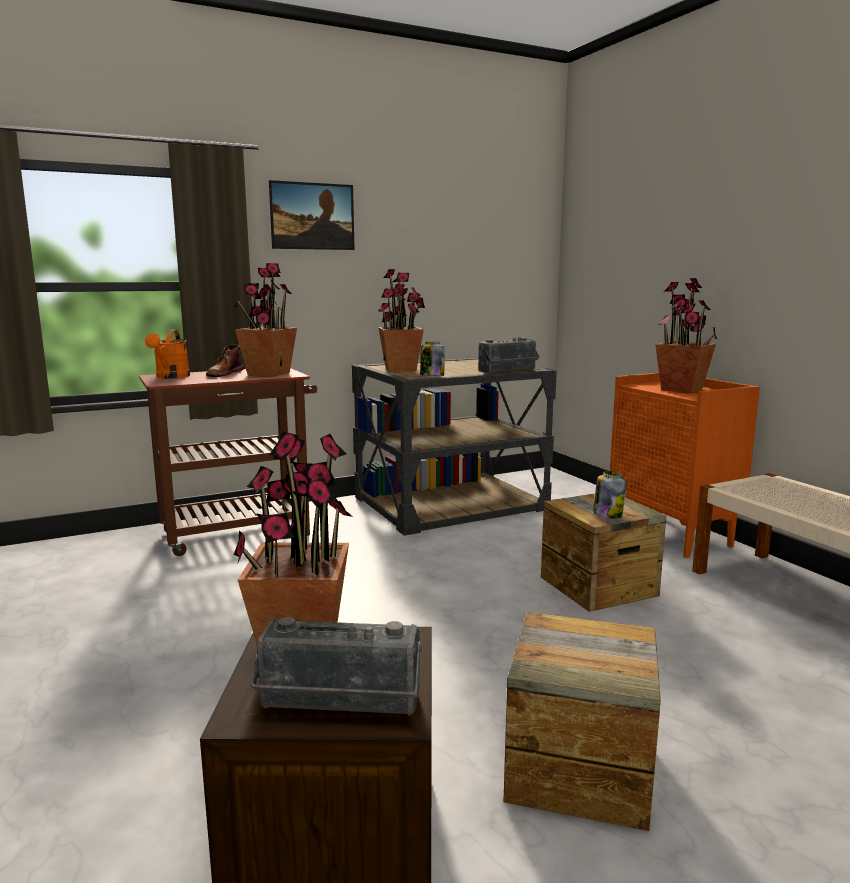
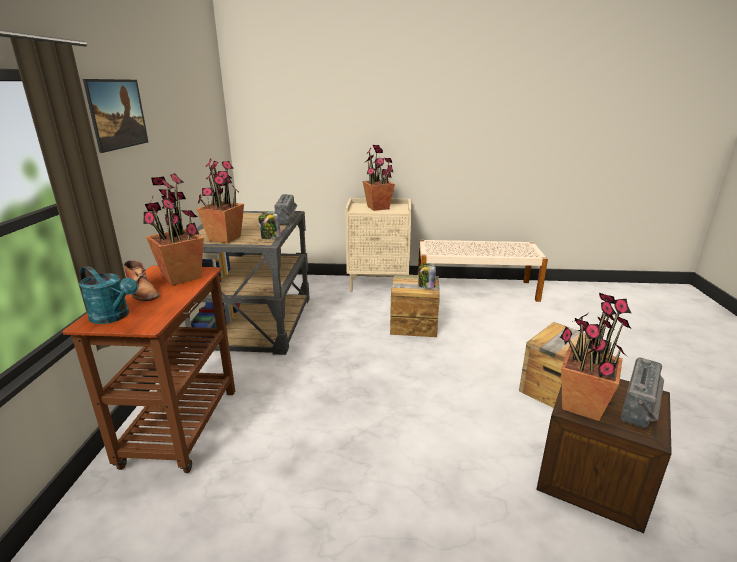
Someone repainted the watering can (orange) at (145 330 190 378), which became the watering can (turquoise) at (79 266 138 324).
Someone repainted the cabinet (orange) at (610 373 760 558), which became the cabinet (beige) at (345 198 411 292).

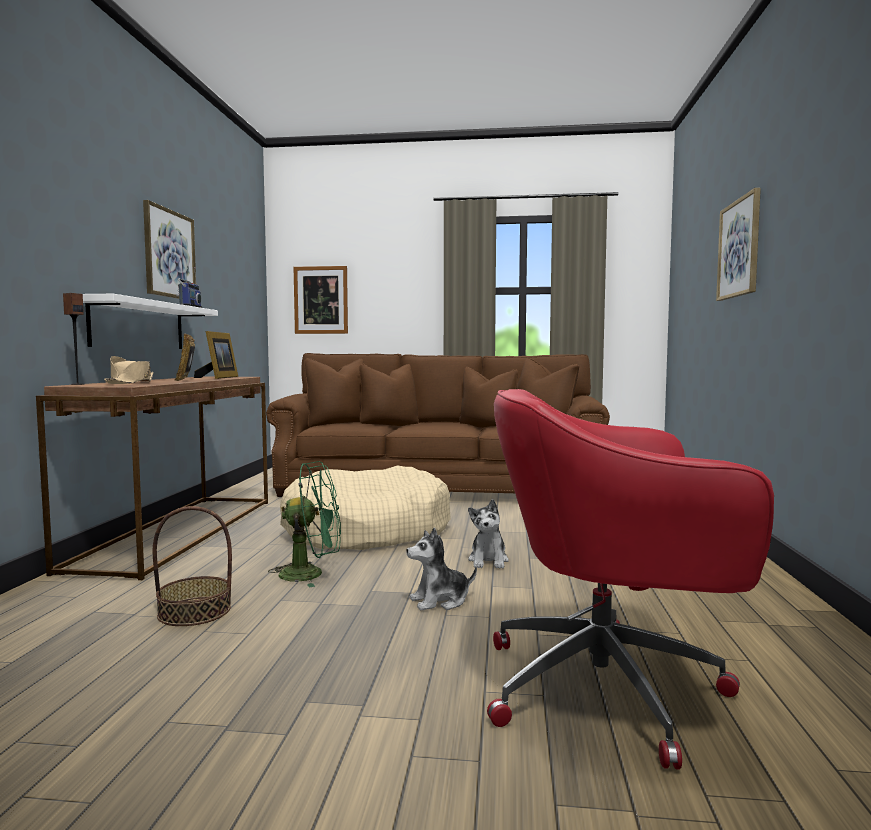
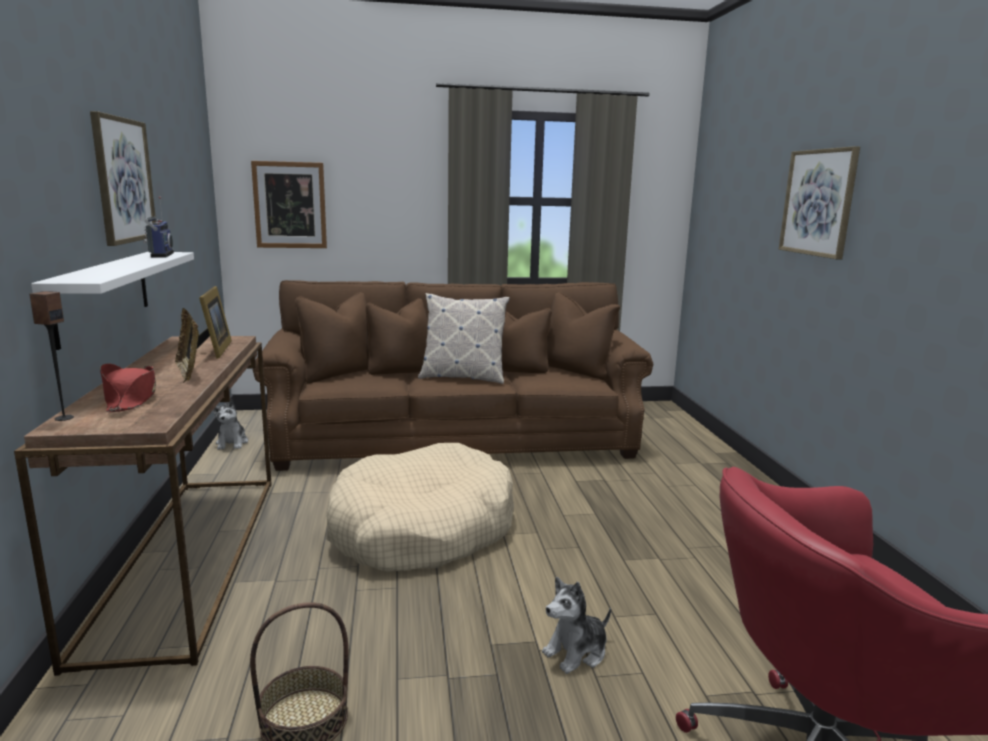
Someone repainted the hat (beige) at (104 356 154 384), which became the hat (red) at (100 364 156 412).
Someone carried the plush toy from (468 499 509 568) to (213 398 248 450).
Someone put down the pillow at (418 293 510 384).
Someone took away the fan (green) at (268 461 341 588).

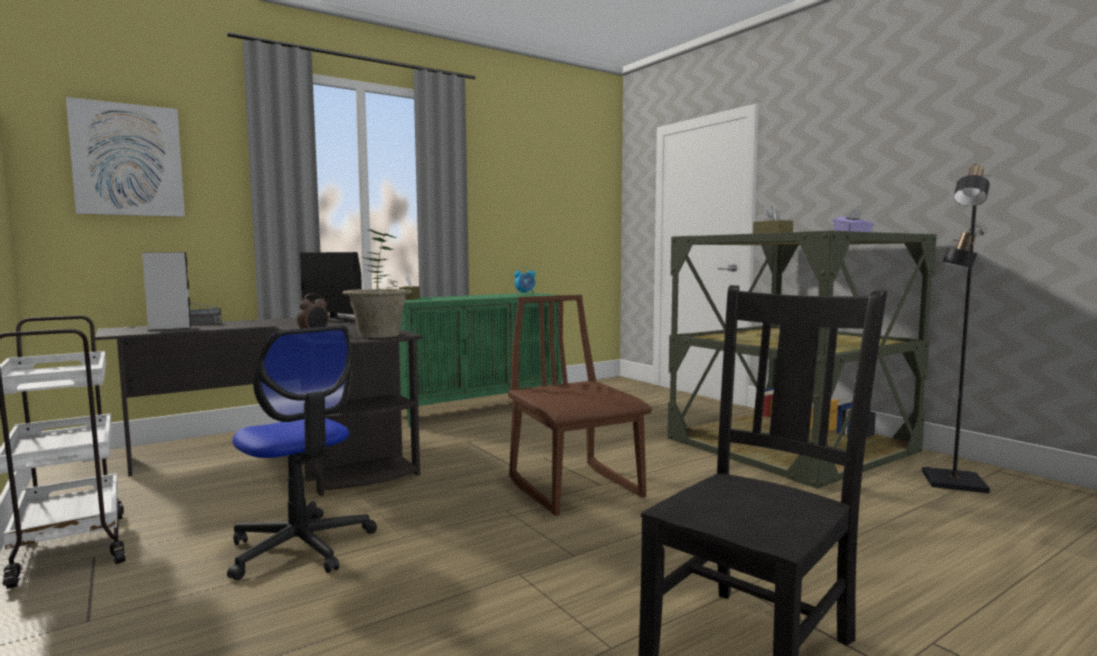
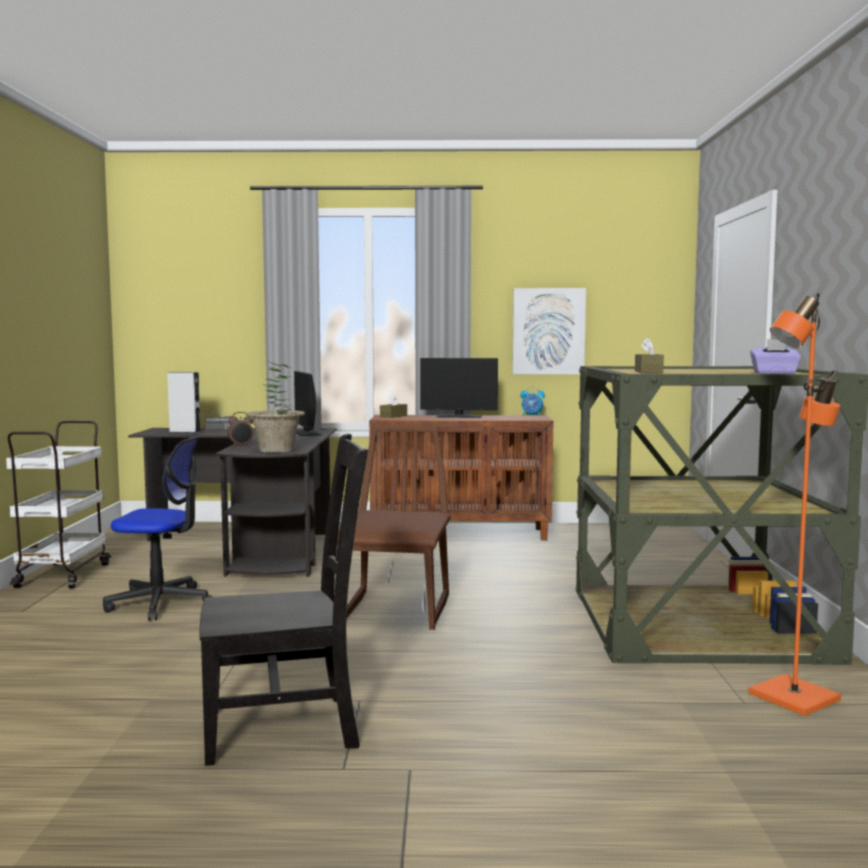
Someone rotated the office chair at (227 325 377 580) by 75 degrees counterclockwise.
Someone repainted the cabinet (green) at (399 293 562 427), which became the cabinet (brown) at (369 415 553 541).
Someone put down the monitor at (420 358 498 418).
Someone carried the picture from (66 97 185 217) to (512 288 586 374).
Someone repainted the floor lamp (black) at (922 164 991 493), which became the floor lamp (orange) at (749 293 841 716).

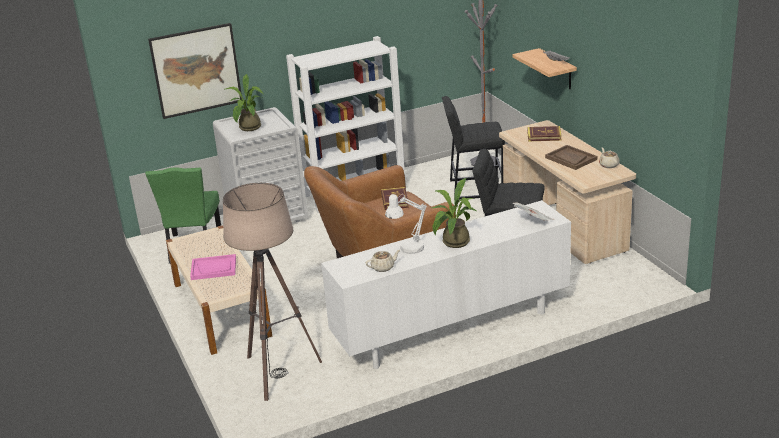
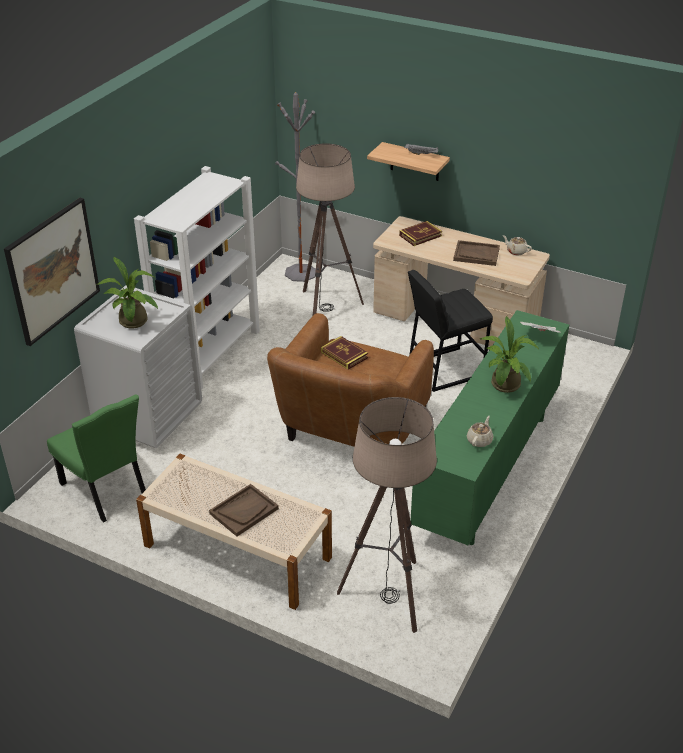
Someone repainted the tray (pink) at (190 254 236 280), which became the tray (brown) at (209 484 279 537).
Someone swapped the chair (black) at (442 96 505 200) for the floor lamp at (296 143 364 315).
Someone repainted the cabinet (white) at (321 200 571 369), which became the cabinet (green) at (410 310 569 545).
Someone took away the table lamp (white) at (385 194 427 254).

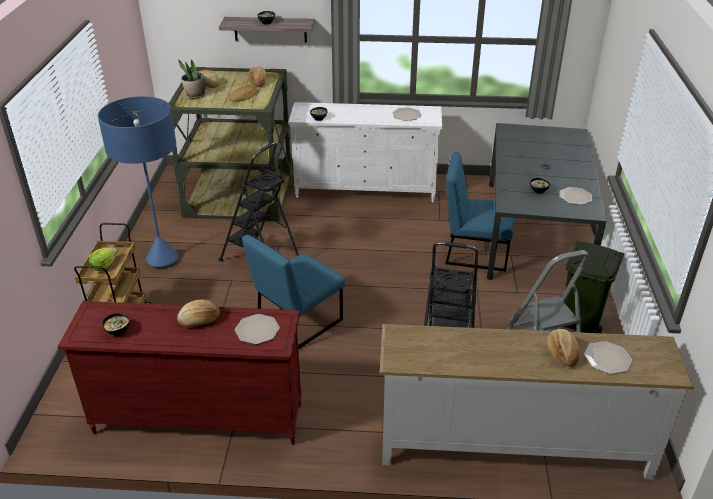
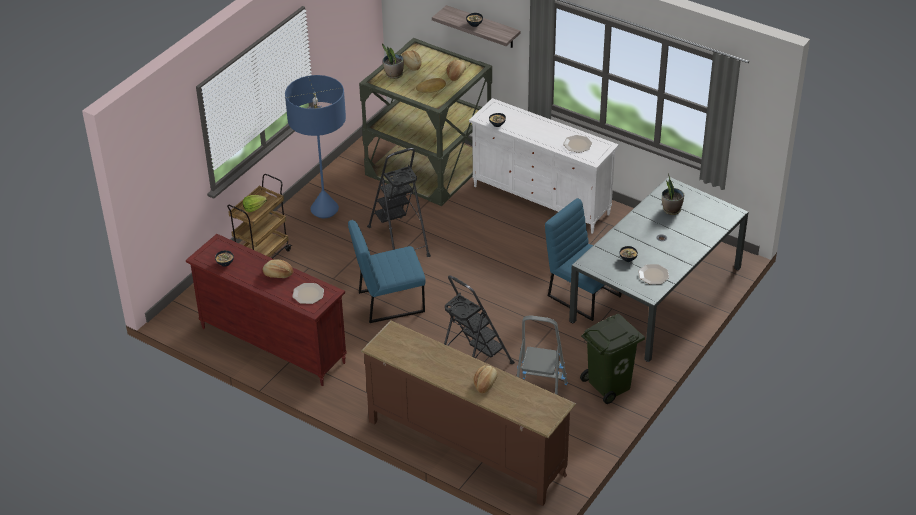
Someone repainted the cabinet (grey) at (380 324 694 480), which became the cabinet (brown) at (361 321 576 506).
Someone put down the potted plant at (662 173 684 215).
Someone took away the plate at (584 341 632 374).

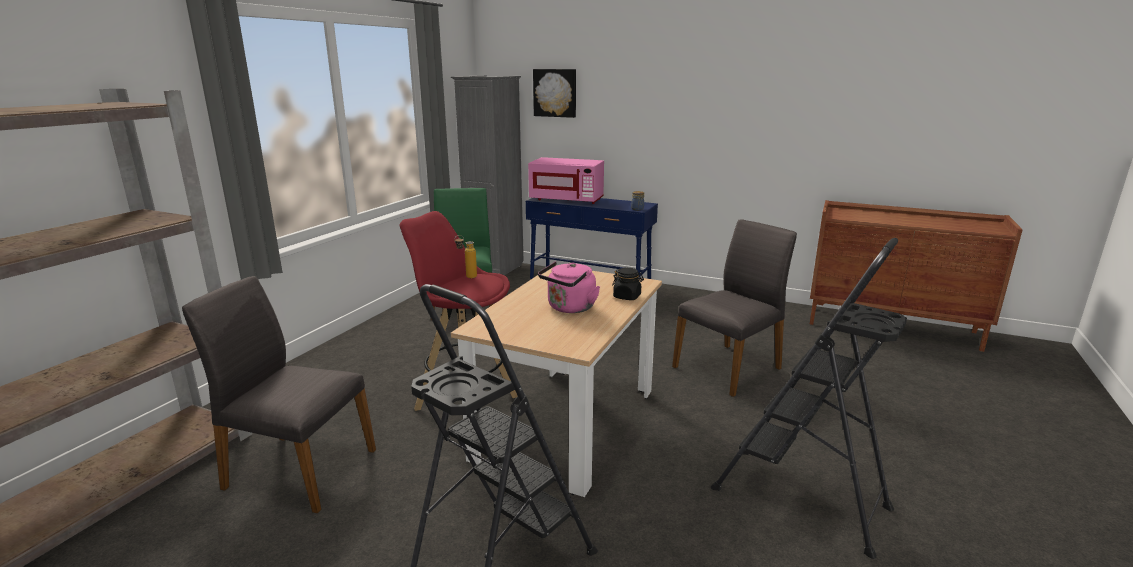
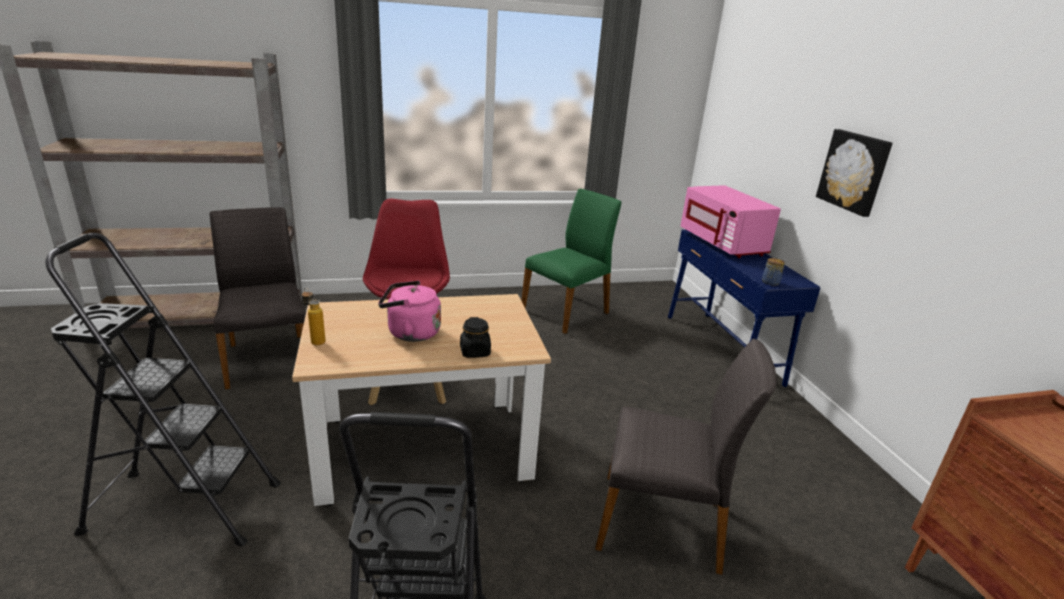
Someone carried the bottle from (454 235 477 278) to (302 288 325 345).
Someone carried the picture from (533 69 576 118) to (816 129 893 217).
Someone took away the cabinet (grey) at (451 75 524 275).

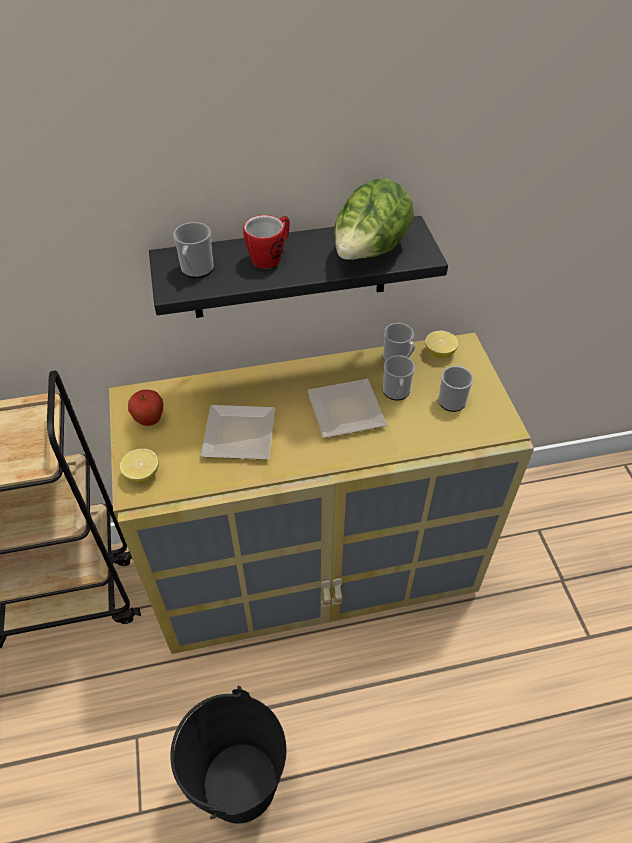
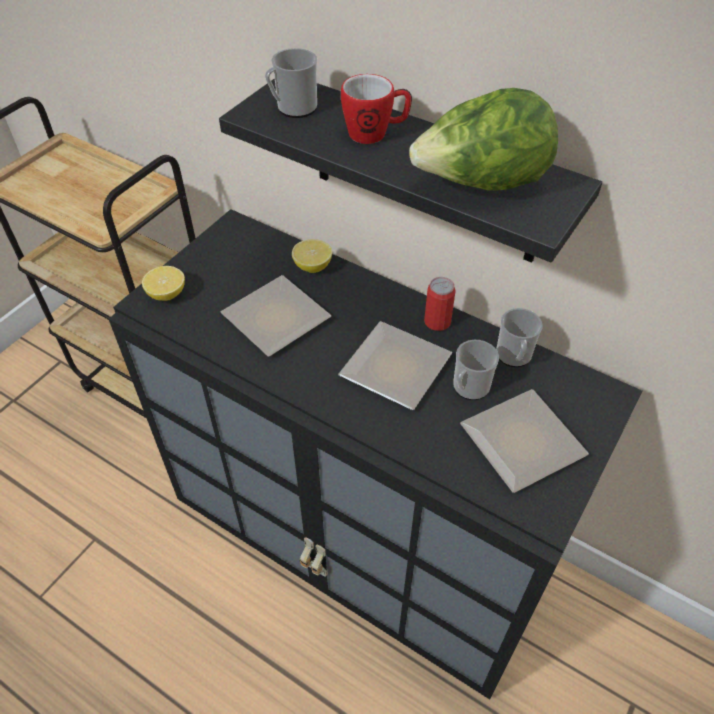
Someone repainted the cabinet (yellow) at (109 333 534 654), which became the cabinet (black) at (109 209 642 699).
Someone carried the lemon from (425 331 458 358) to (292 239 332 273).
Someone put down the can at (424 277 456 331).
Someone swapped the mug at (438 365 473 412) for the plate at (460 389 589 493).
Someone took away the apple at (128 390 163 426).
Someone took away the bucket (black) at (170 686 286 824).

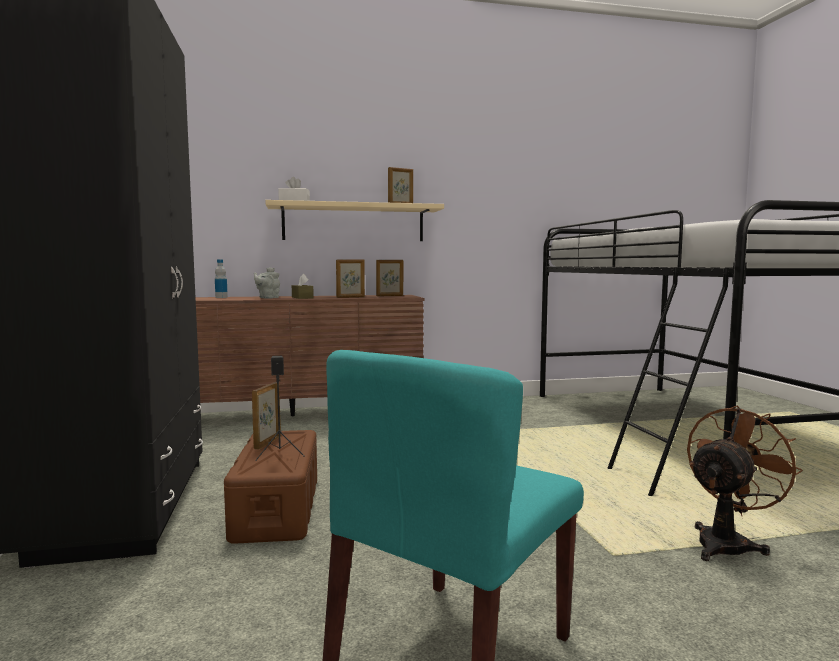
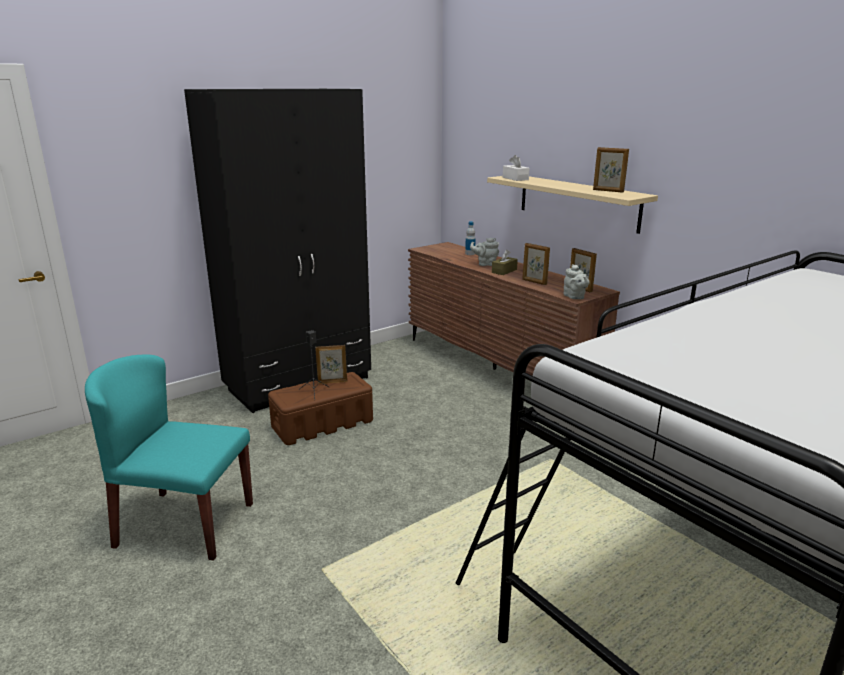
Someone put down the teapot (grey) at (564 264 590 299).
Someone took away the fan (brown) at (687 406 803 561).

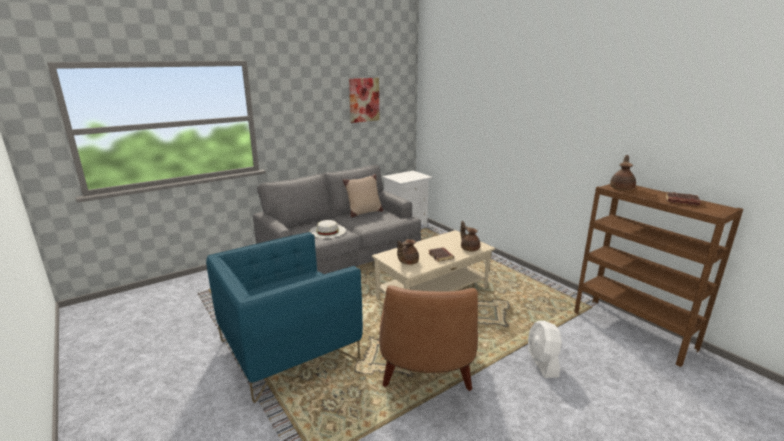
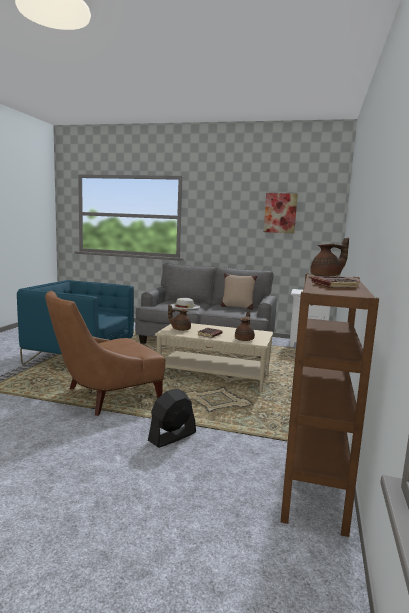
Someone repainted the fan (white) at (528 321 562 378), which became the fan (black) at (148 389 196 448).

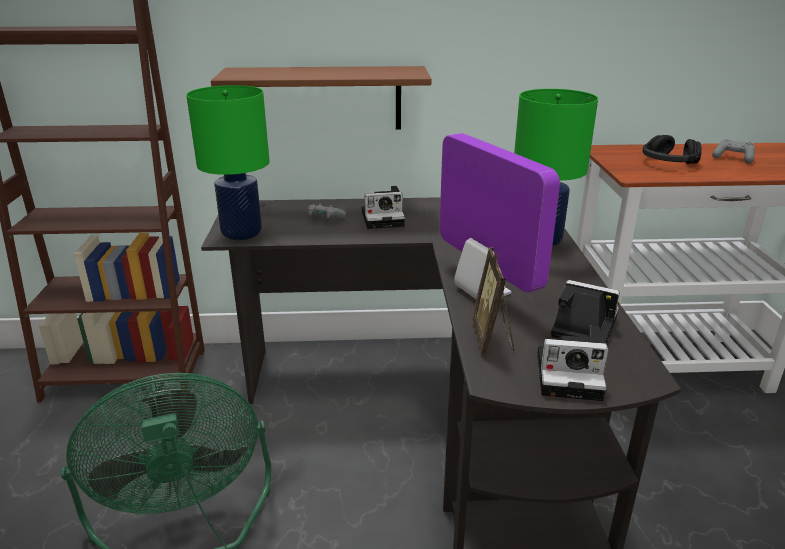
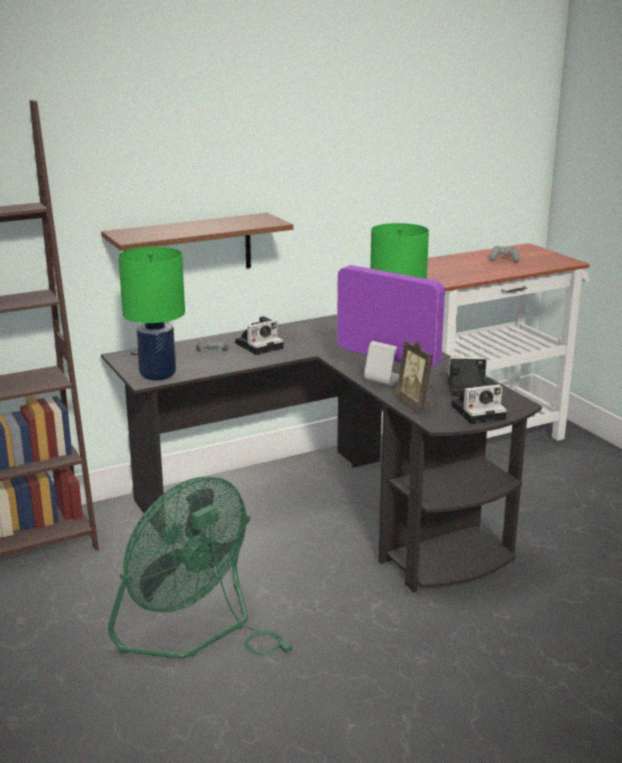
Someone took away the headphones (black) at (642 135 702 164).

